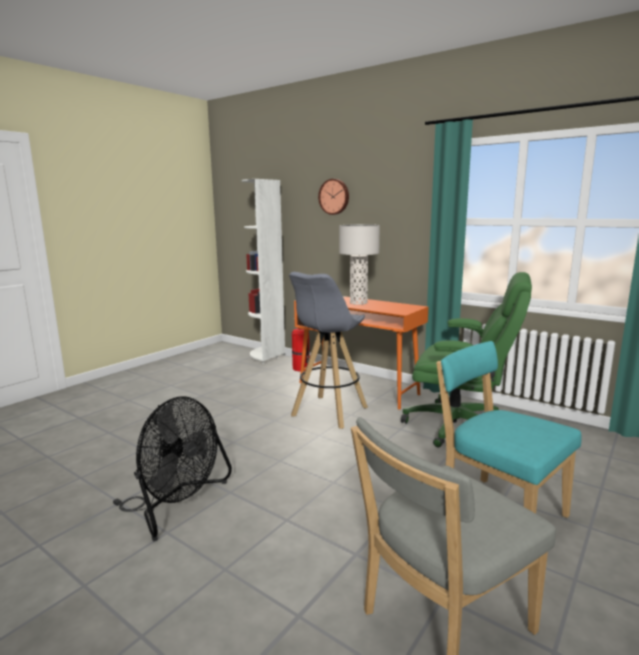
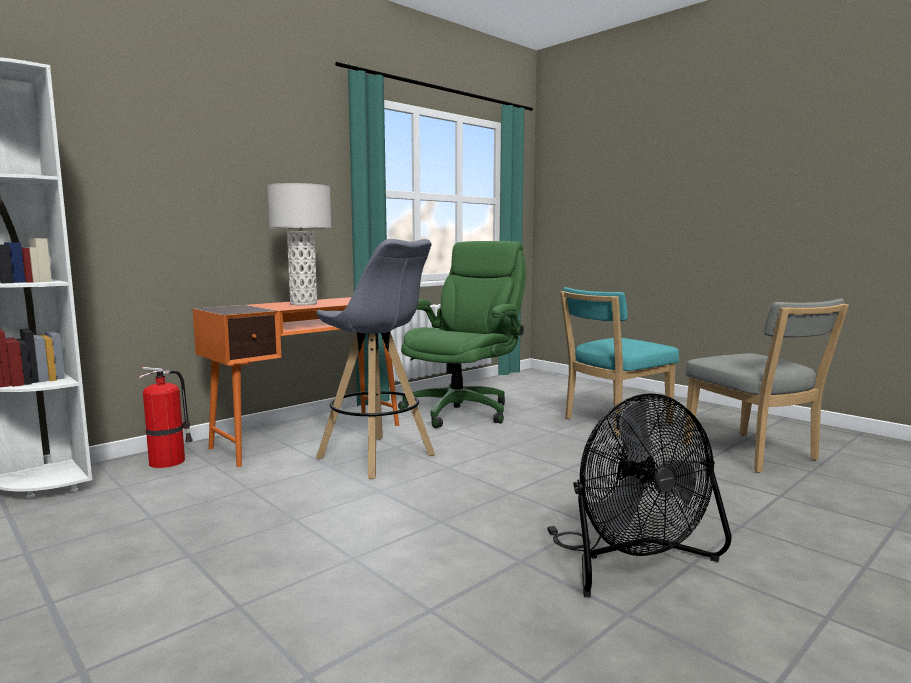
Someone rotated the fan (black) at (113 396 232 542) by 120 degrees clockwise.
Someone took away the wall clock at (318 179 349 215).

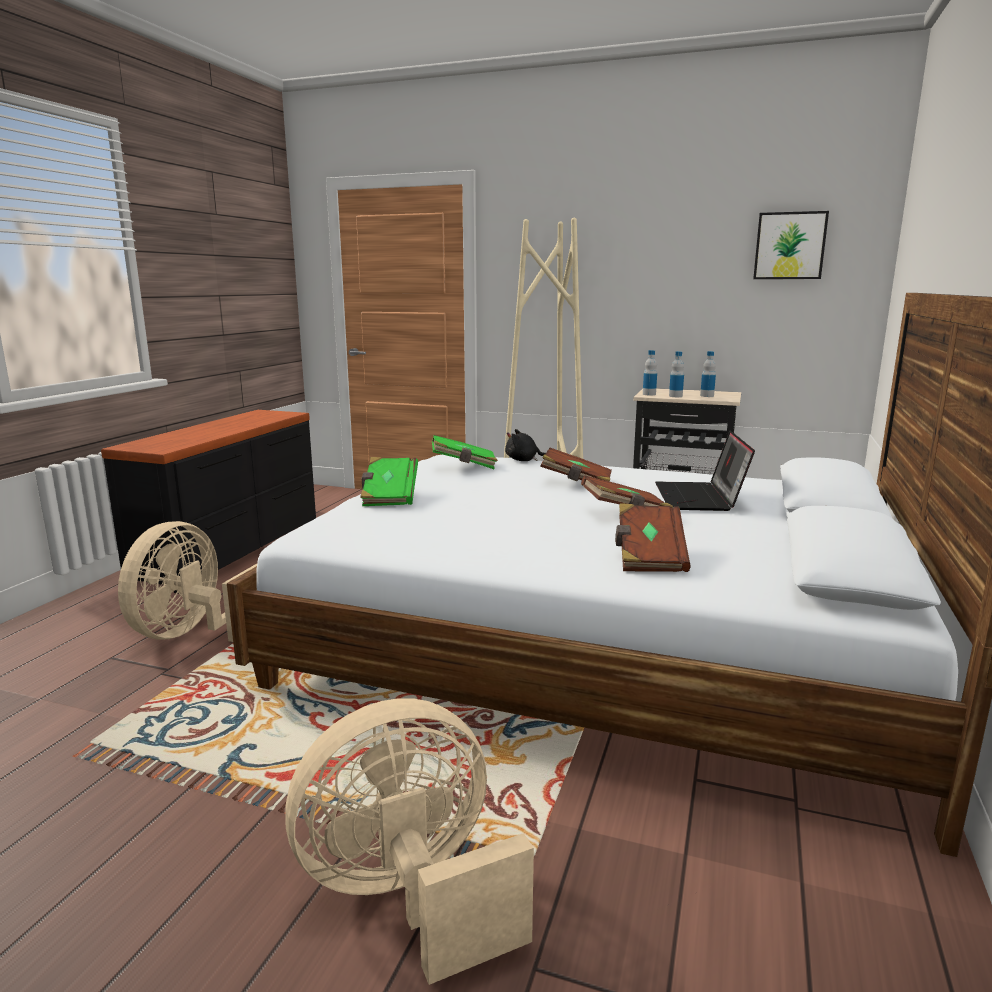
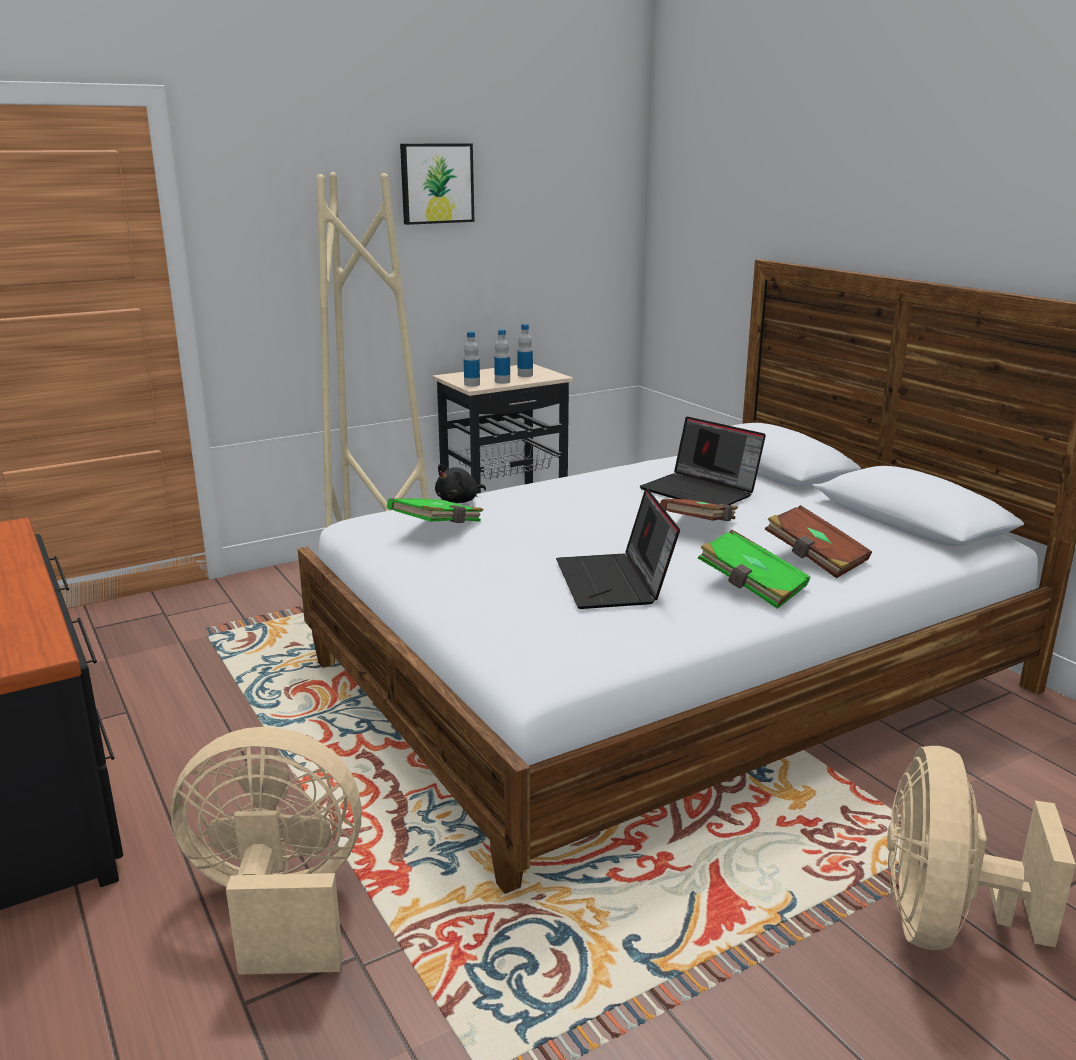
Someone rotated the fan (beige) at (118 521 257 642) by 120 degrees clockwise.
Someone carried the picture from (753 211 829 279) to (400 144 474 225).
Someone put down the laptop at (556 488 680 609).
Someone carried the book (green) from (360 457 418 506) to (698 530 811 609).
Someone took away the book (brown) at (540 448 612 482).

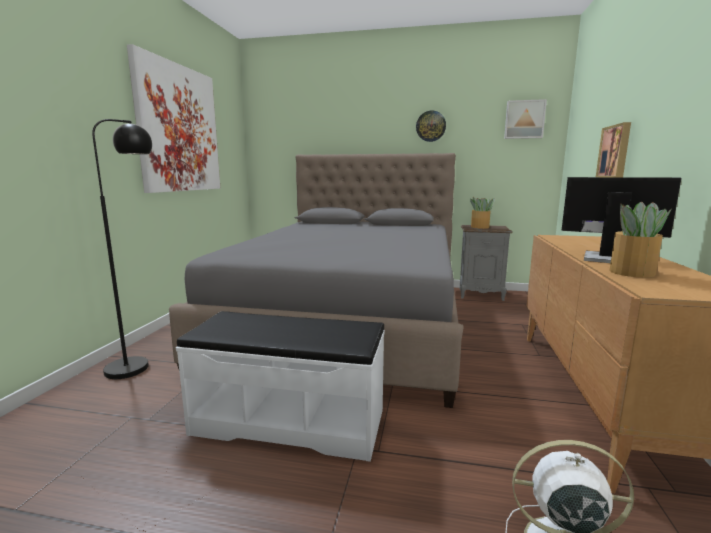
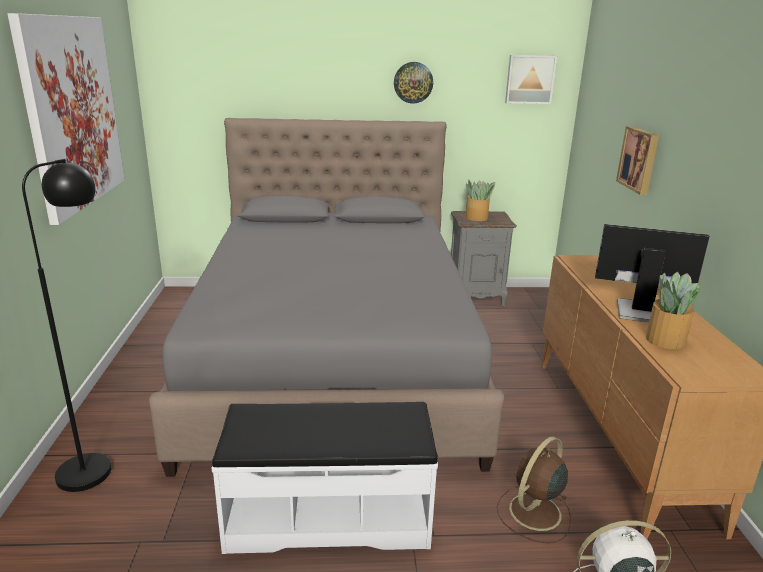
Someone put down the fan (brown) at (497 436 571 543).

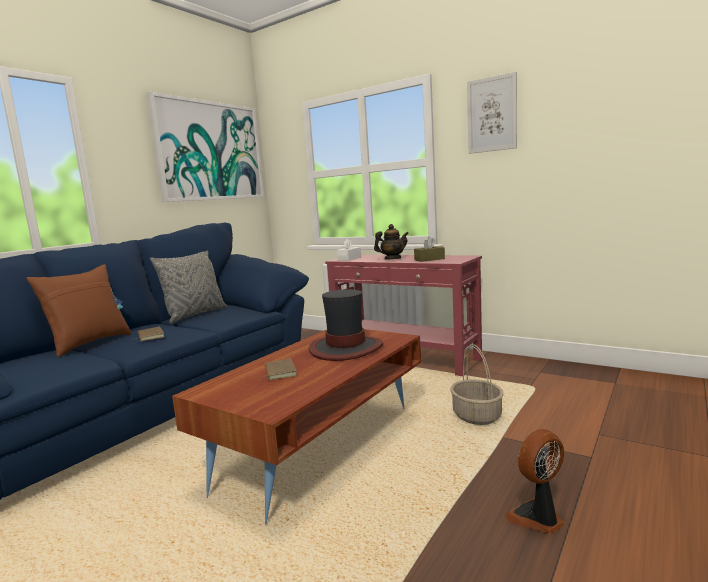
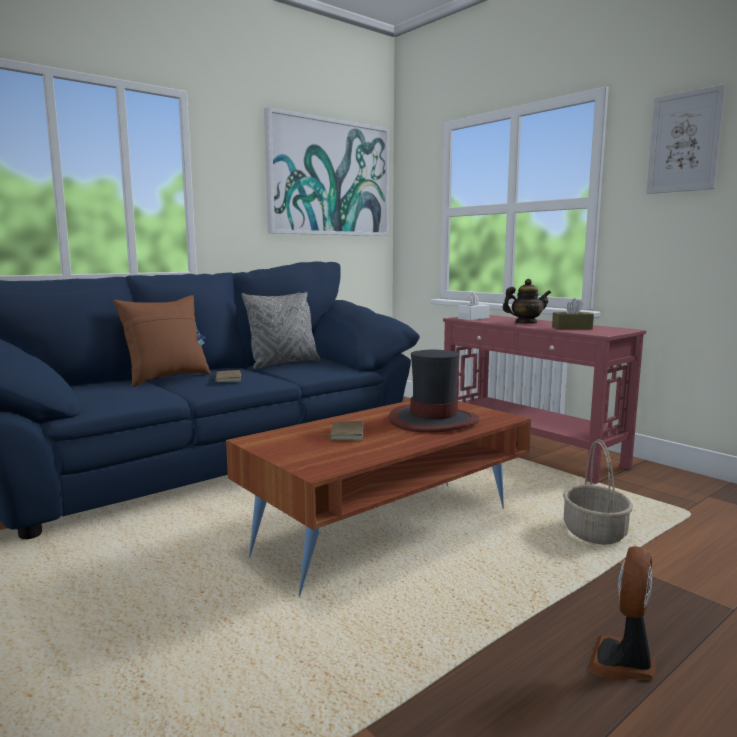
Someone rotated the fan at (505 429 565 534) by 45 degrees counterclockwise.

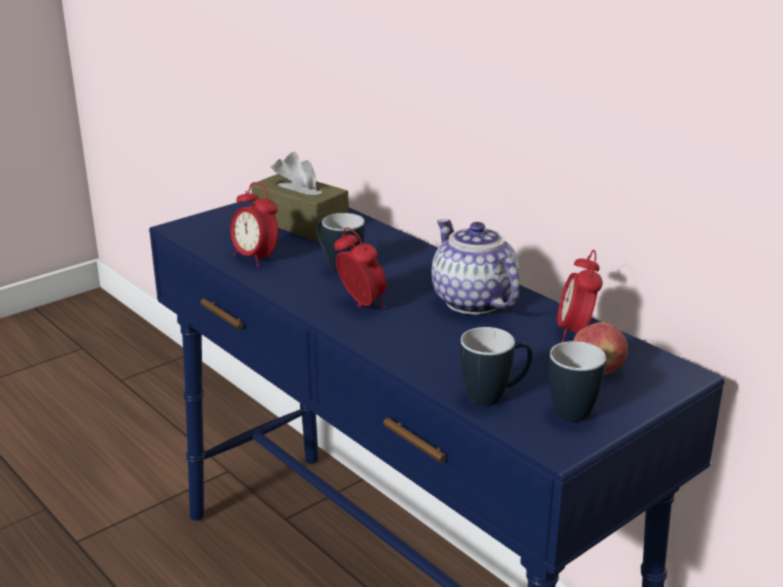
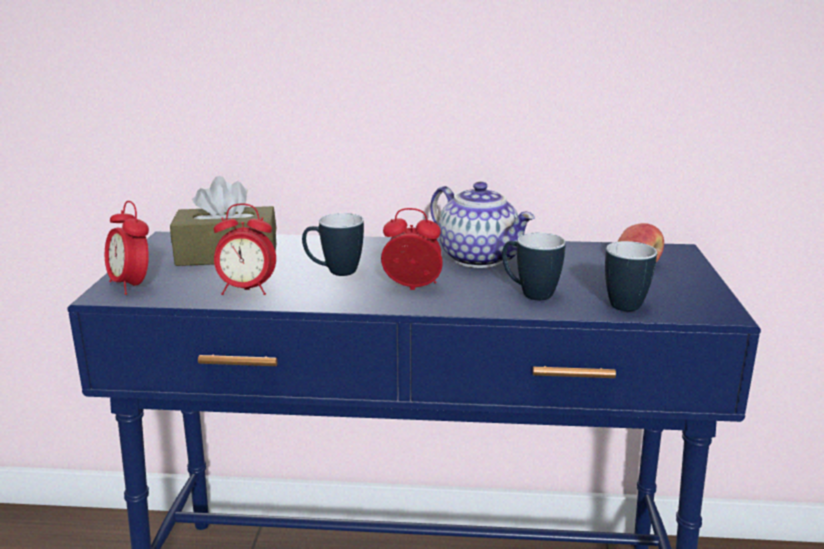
Someone carried the alarm clock from (557 250 603 342) to (105 201 149 295).
Someone rotated the teapot at (432 219 519 315) by 150 degrees counterclockwise.
Someone carried the mug from (549 341 606 422) to (502 233 566 301).

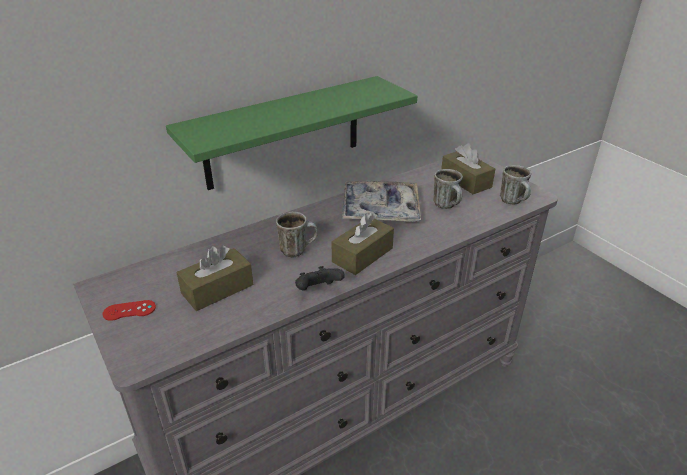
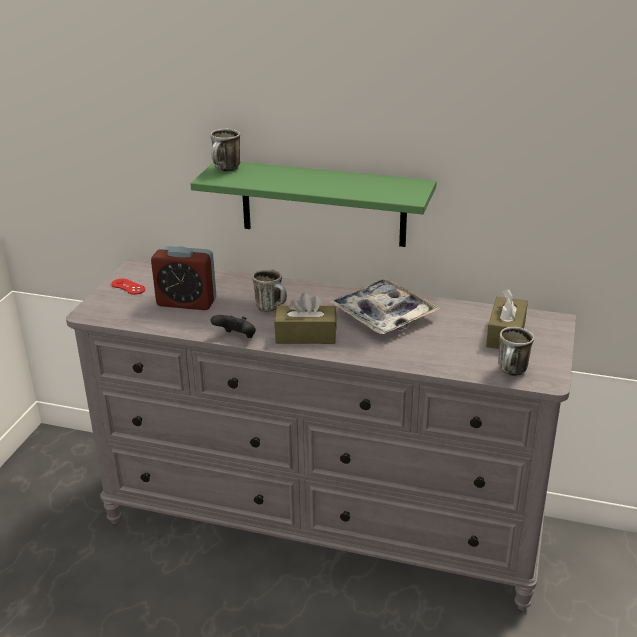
Someone swapped the tissue box (brown) at (176 245 253 311) for the alarm clock at (151 246 216 310).
Someone carried the mug from (433 169 463 209) to (210 129 240 172).

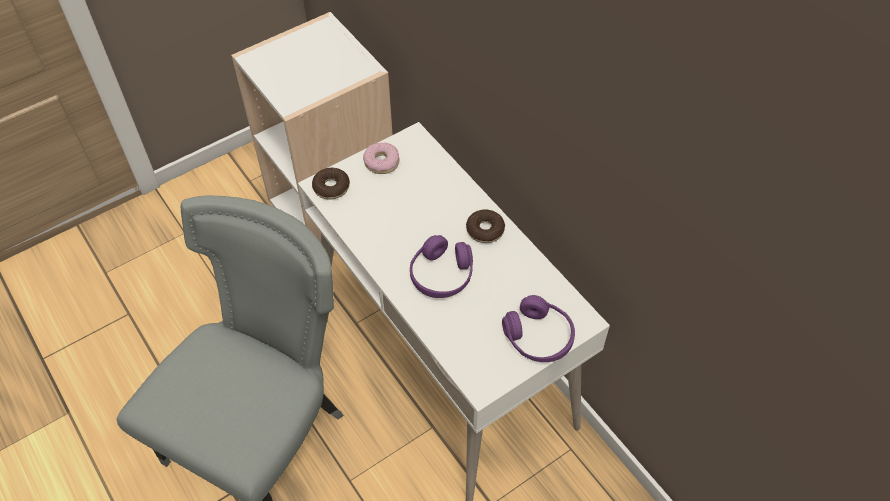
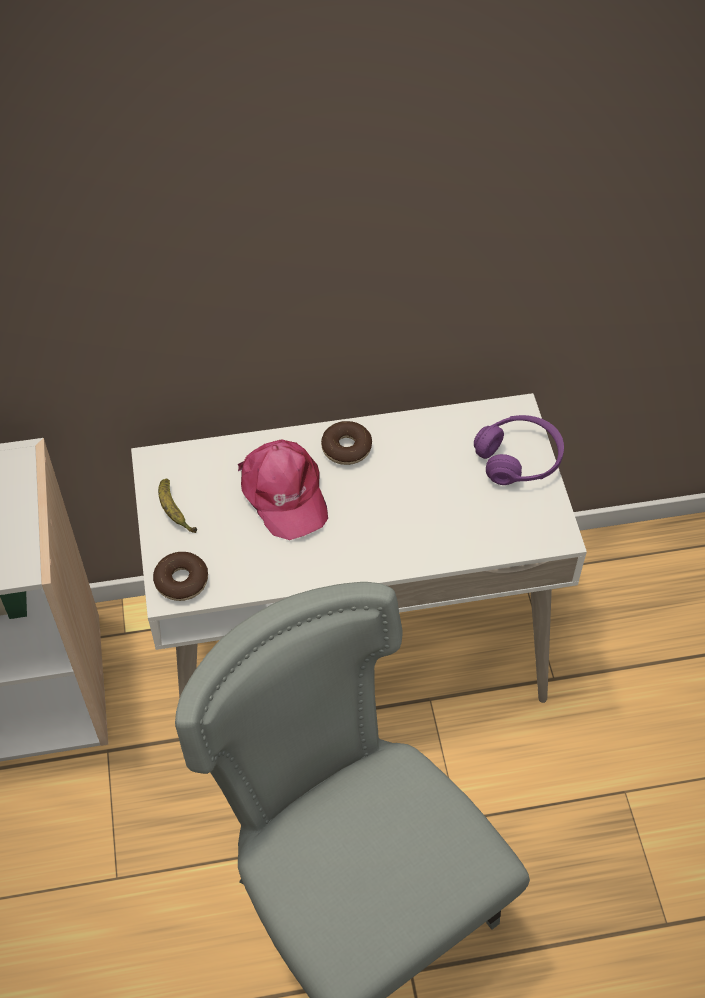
Someone swapped the donut at (363 143 400 174) for the banana at (158 479 197 533).
Someone put down the cap (pink) at (238 439 328 540).
Someone took away the headphones (purple) at (410 235 473 298).

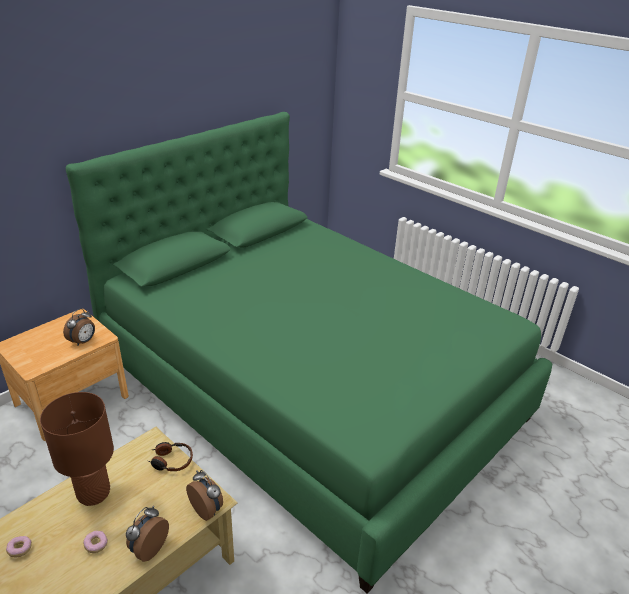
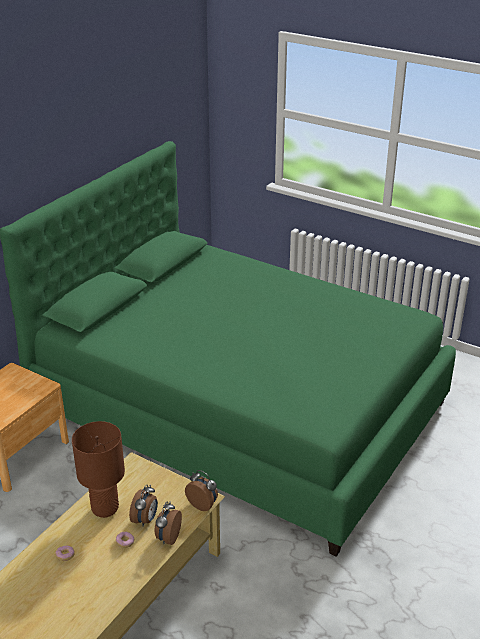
Someone carried the alarm clock from (63 309 95 345) to (129 485 158 526).
Someone took away the headphones at (148 442 193 471).

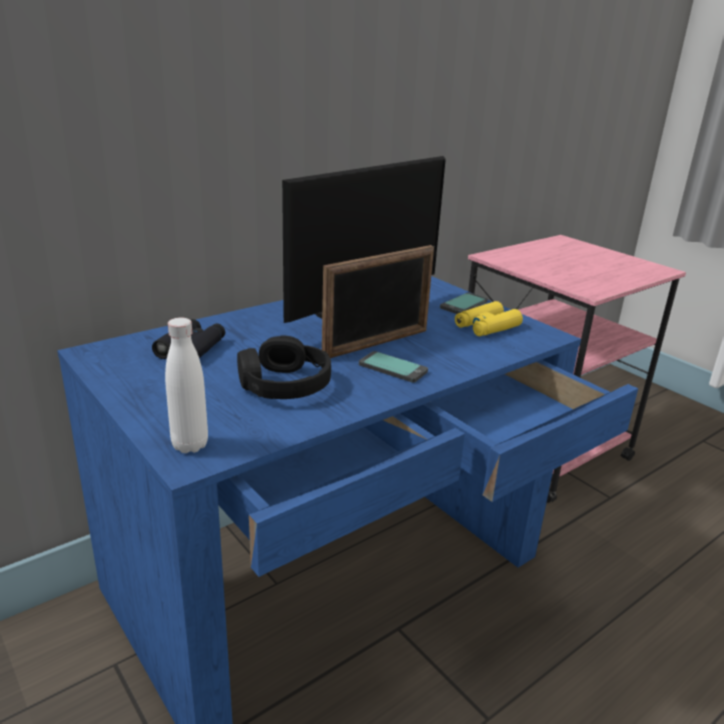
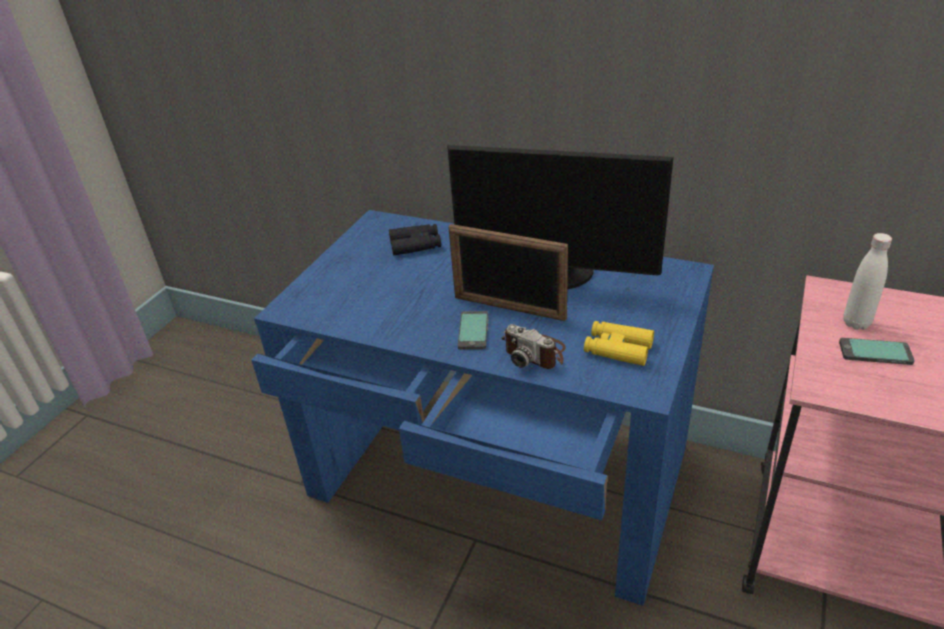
Someone put down the photo camera at (501 324 566 369).
Someone carried the phone from (440 293 488 314) to (839 338 915 365).
Someone carried the bottle (white) from (165 318 208 453) to (844 233 892 330).
Someone took away the headphones (black) at (237 335 331 399).

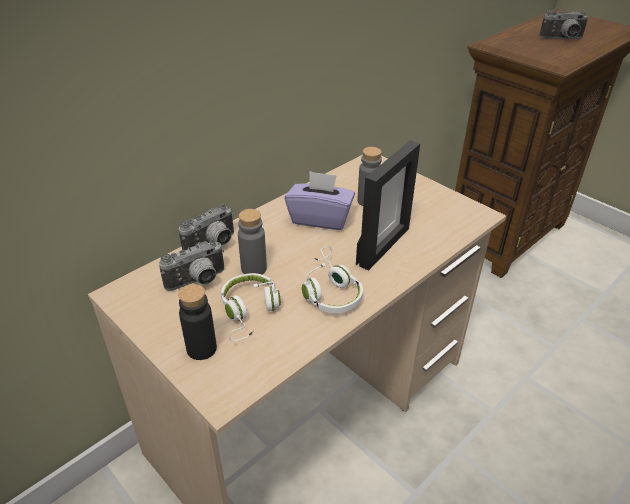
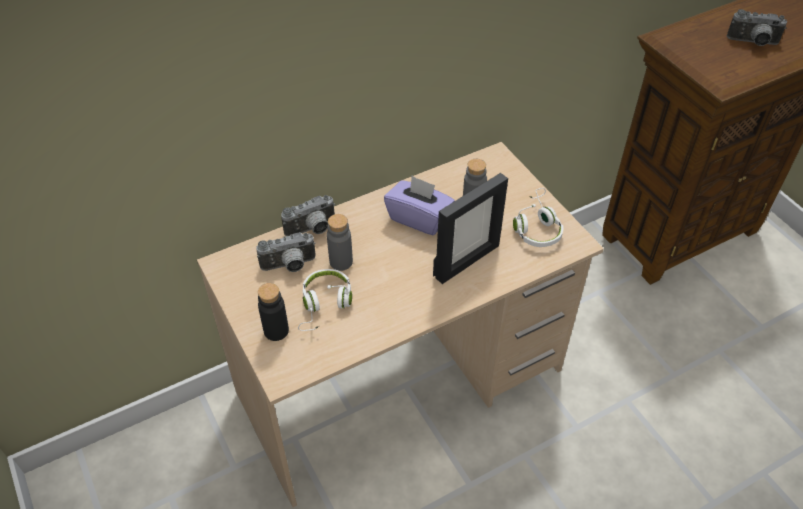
Someone carried the headphones (white) from (302 246 363 313) to (513 188 563 247).

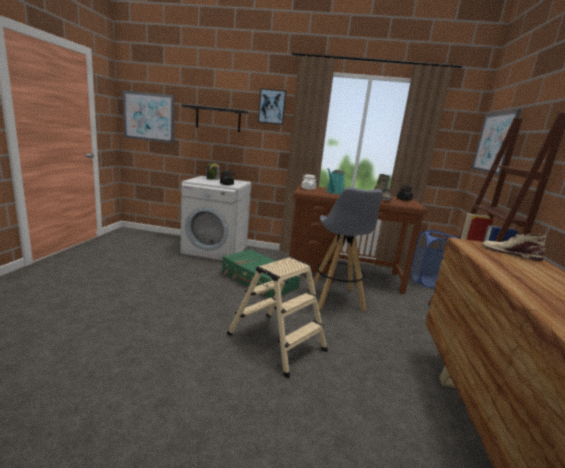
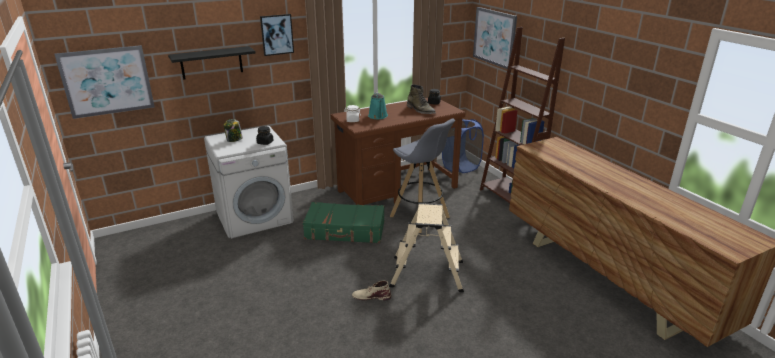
Someone carried the boot (beige) from (482 234 546 261) to (352 280 391 300).

